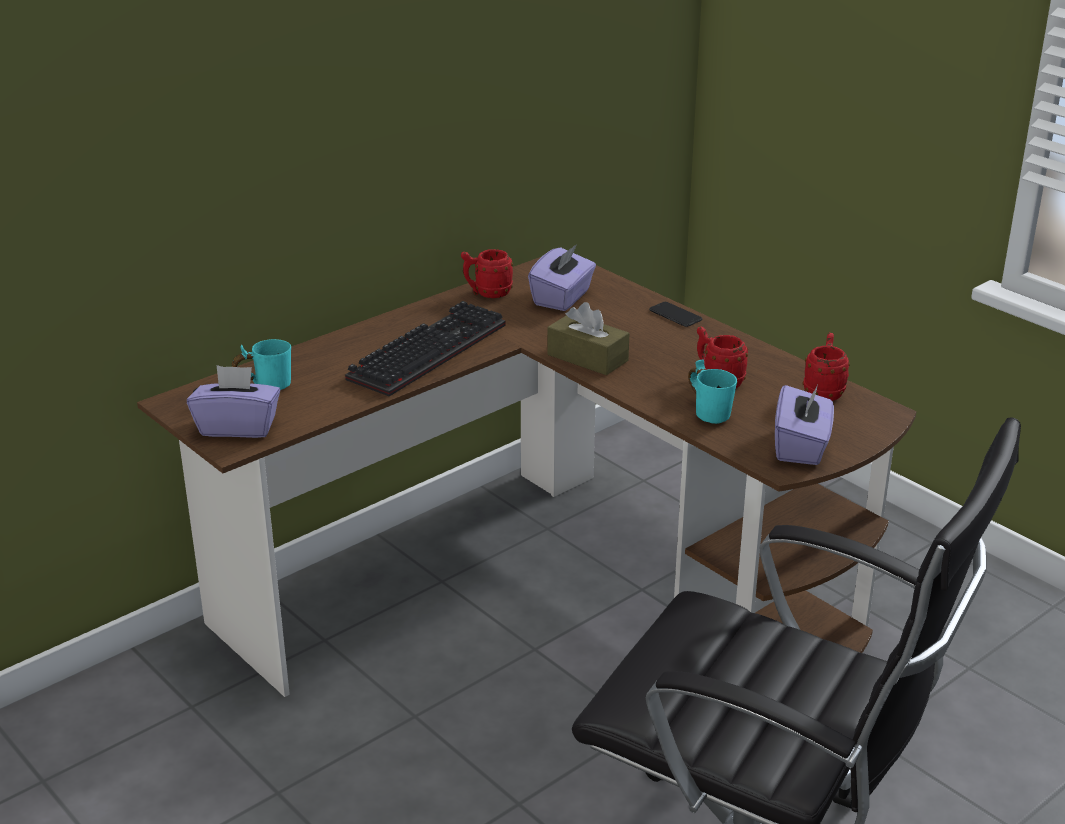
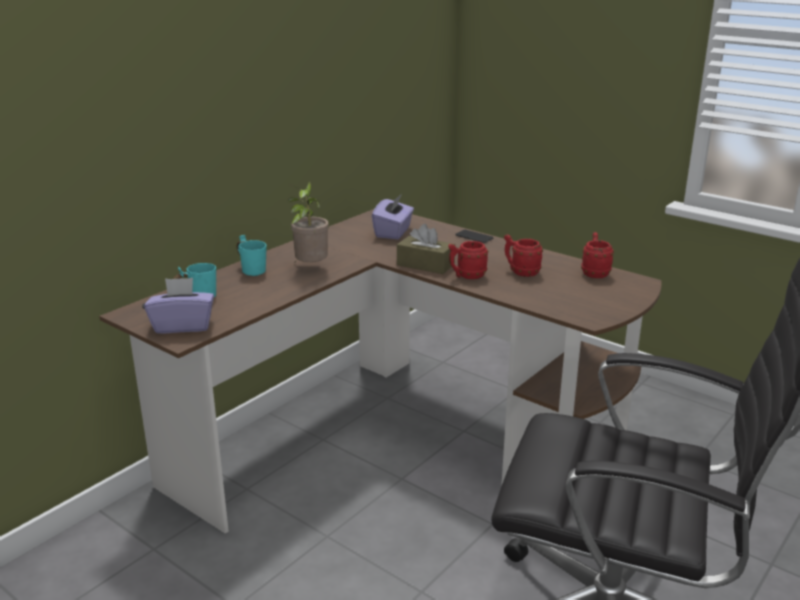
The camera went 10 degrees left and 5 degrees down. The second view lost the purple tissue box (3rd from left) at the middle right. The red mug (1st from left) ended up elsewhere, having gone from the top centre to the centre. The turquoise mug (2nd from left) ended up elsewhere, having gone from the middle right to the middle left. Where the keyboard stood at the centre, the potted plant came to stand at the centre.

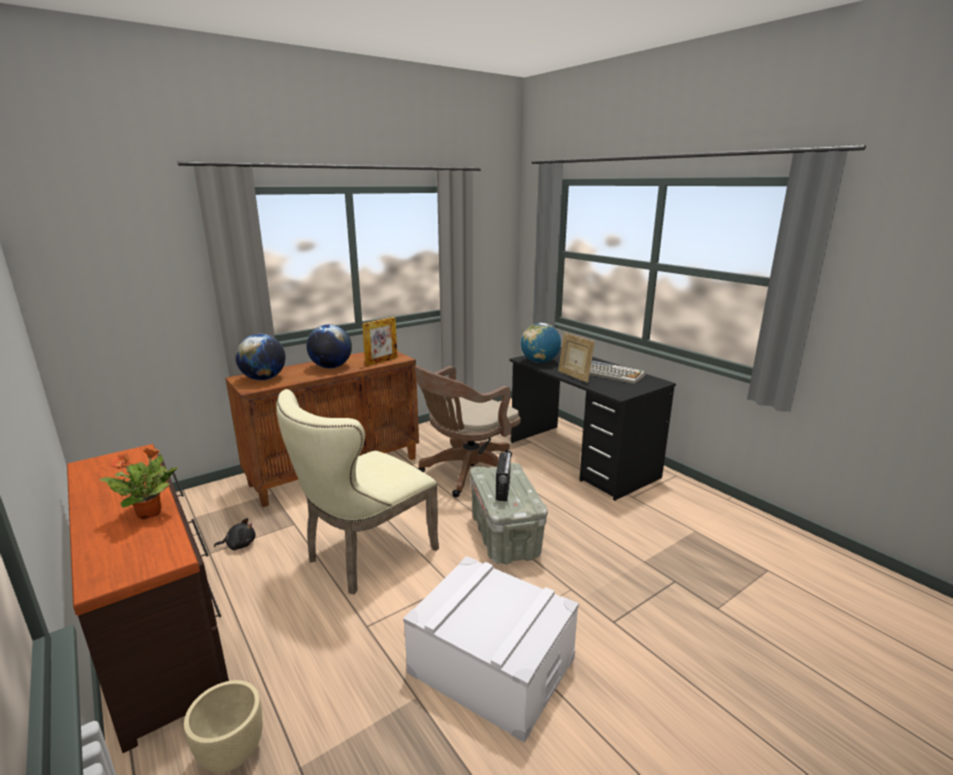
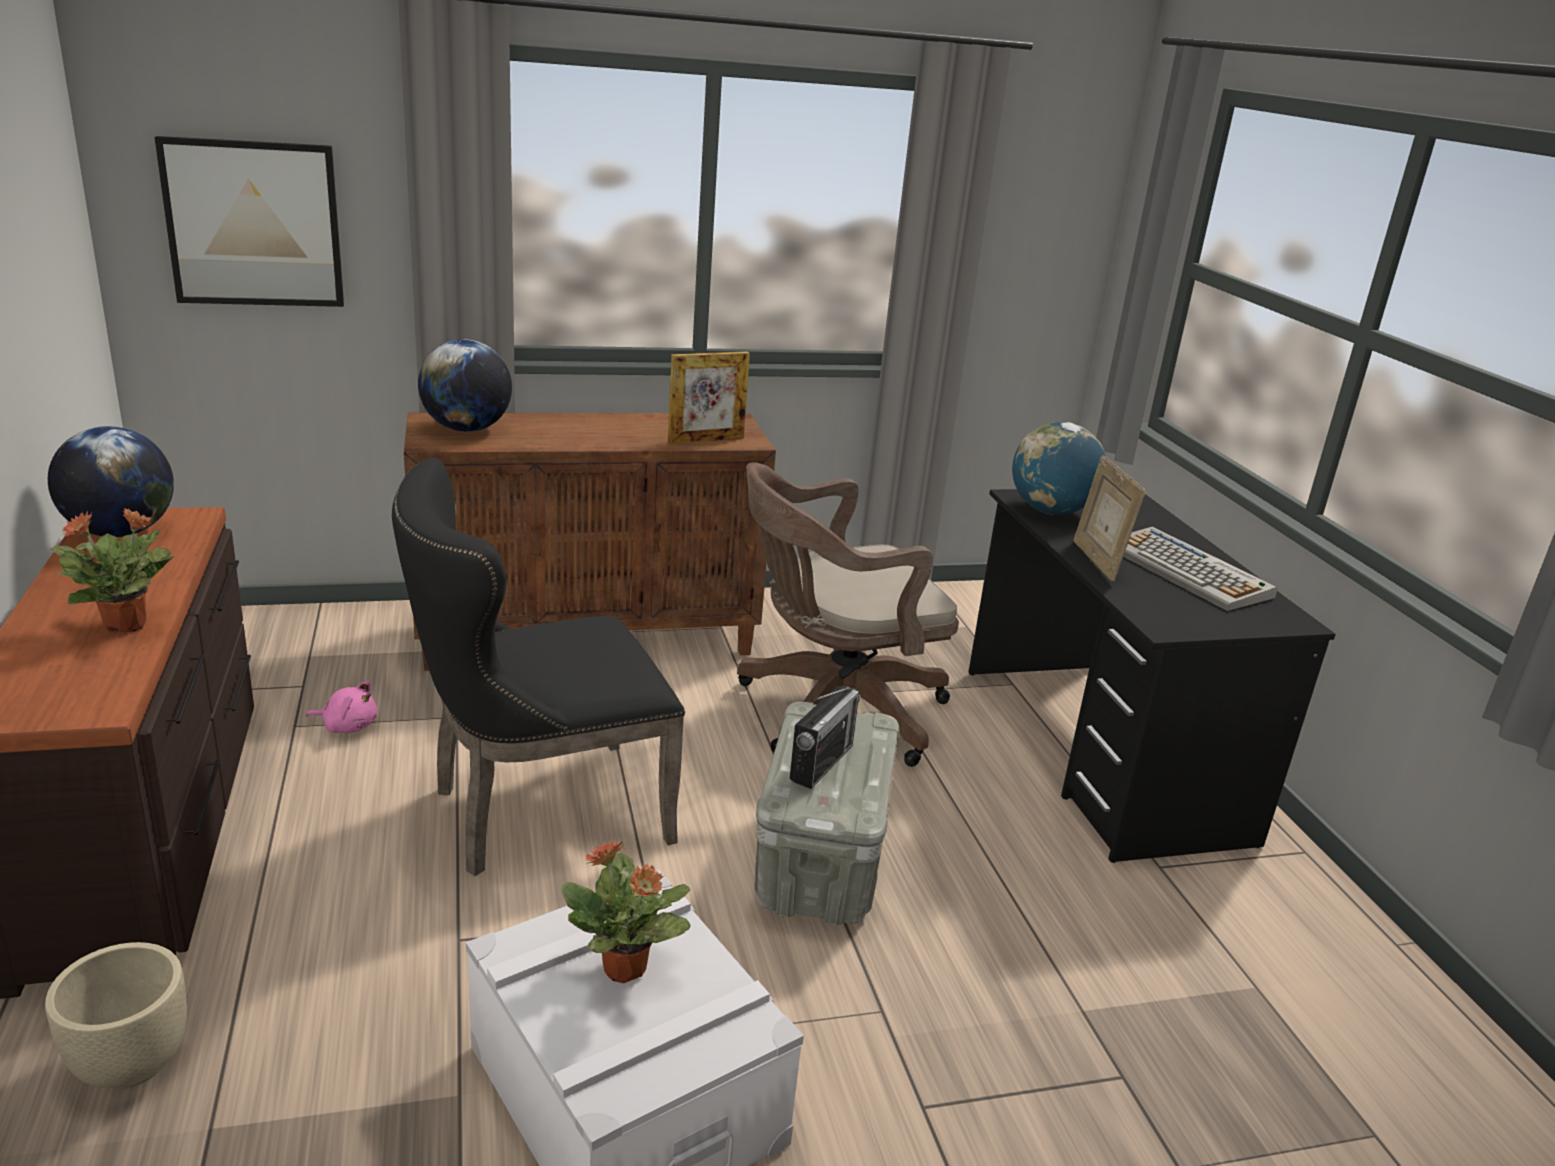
The camera went 20 degrees right and 5 degrees up. The second view gained the picture at the top left. The second view gained the potted plant (2nd from left) at the bottom centre. The globe (2nd from left in the first image) ended up elsewhere, having gone from the centre to the middle left. What was the black plush toy at the bottom left turned into the pink plush toy at the middle left. What was the beige chair at the centre turned into the black chair at the centre.

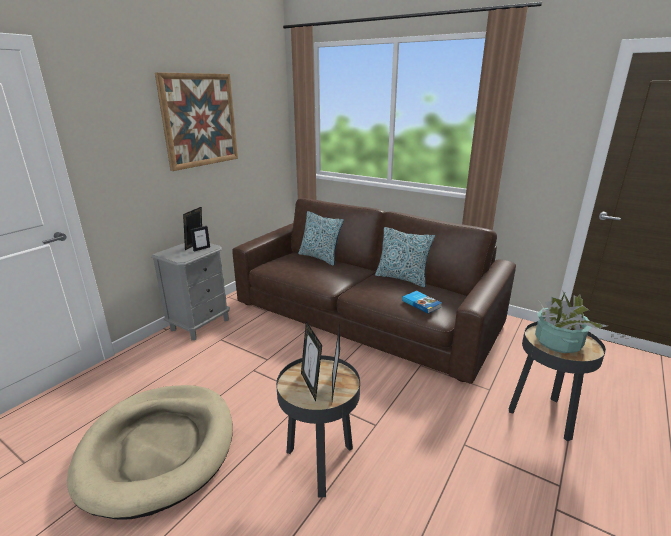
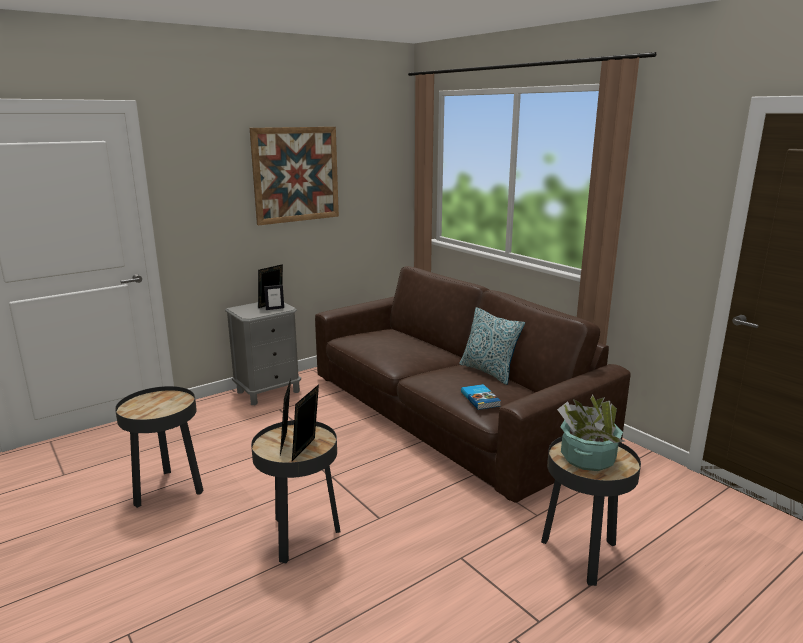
The camera went 20 degrees right and 5 degrees down. The second view lost the pillow (1st from left) at the centre. Where the beige dog bed stood at the bottom left, the black side table (1st from left) came to stand at the bottom left.

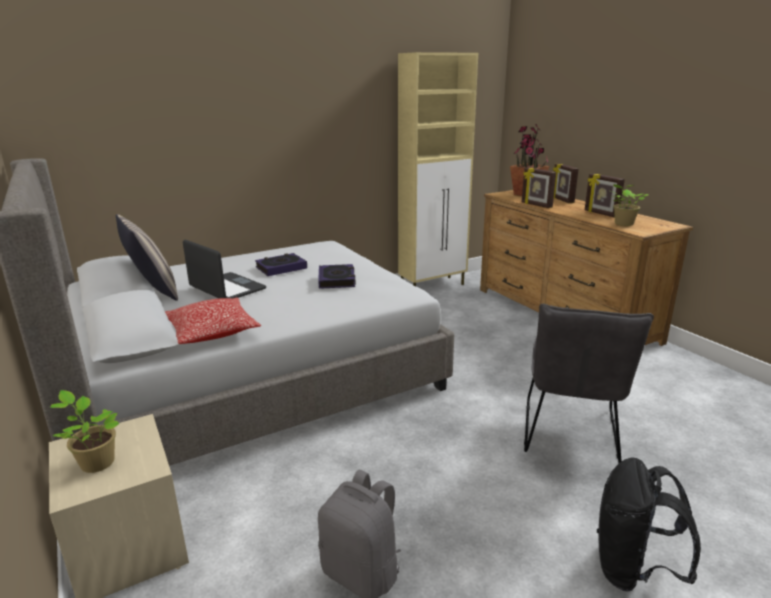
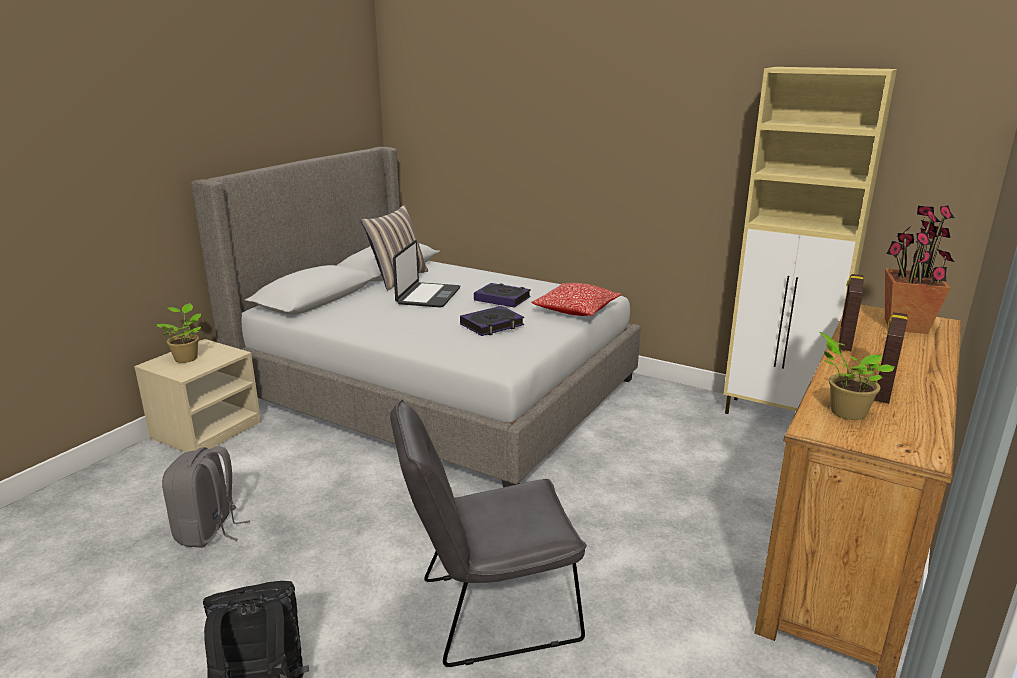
The camera went 60 degrees right and 0 degrees up. The second view lost the picture frame (2nd from left) at the top right. The pillow (2nd from left) ended up elsewhere, having gone from the middle left to the centre.

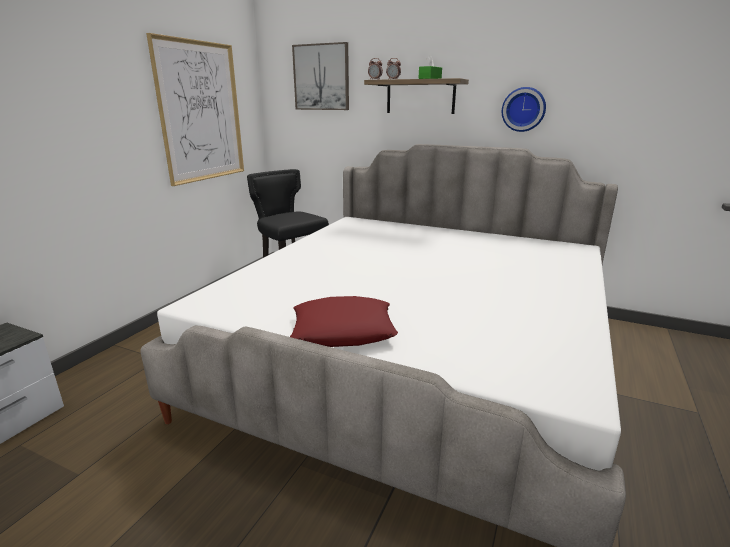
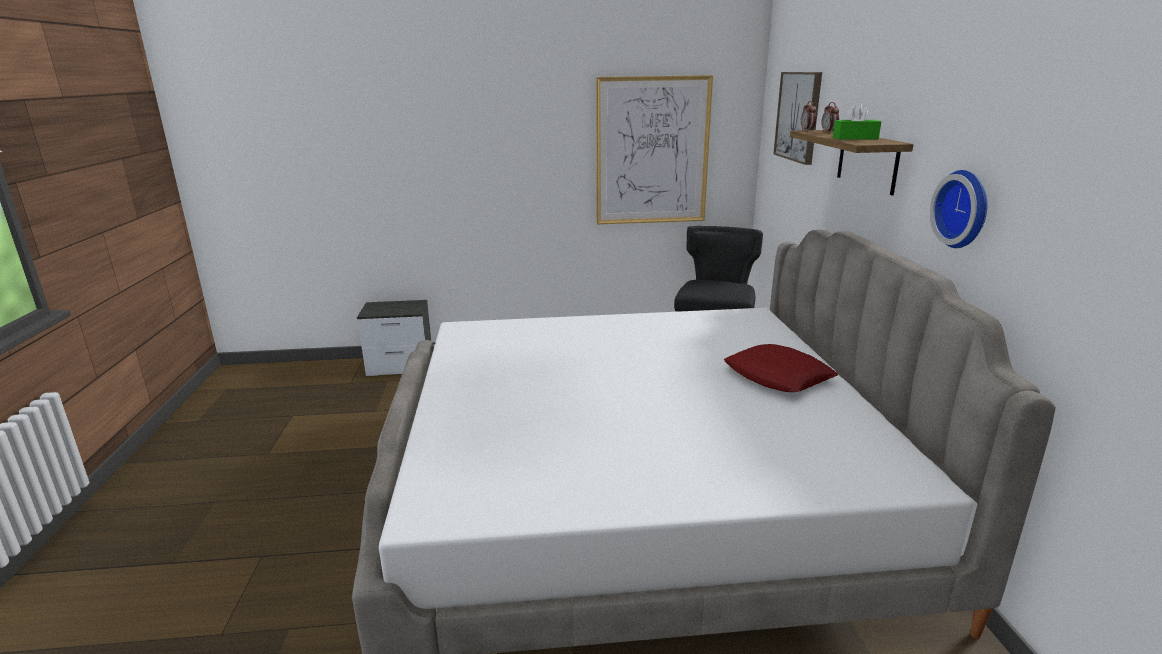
The camera went 60 degrees right and 0 degrees up. The red pillow ended up elsewhere, having gone from the centre to the middle right.

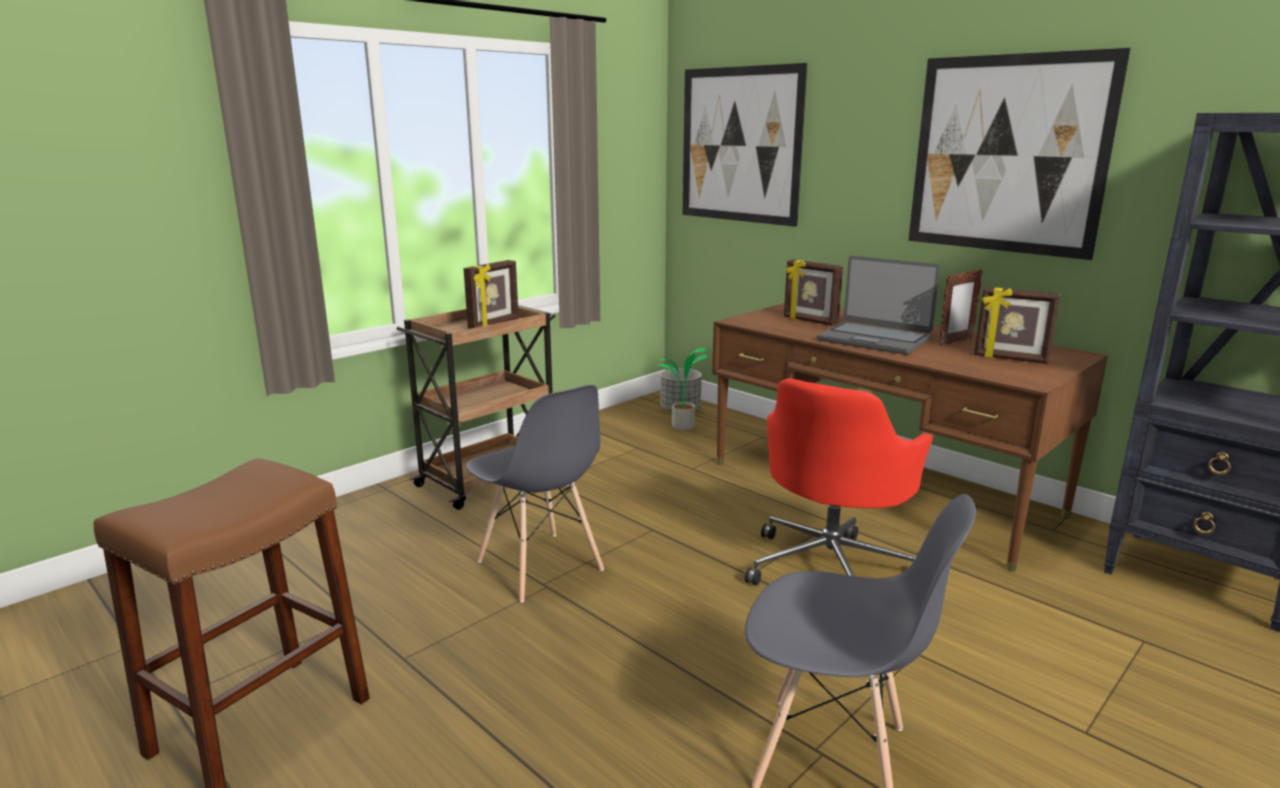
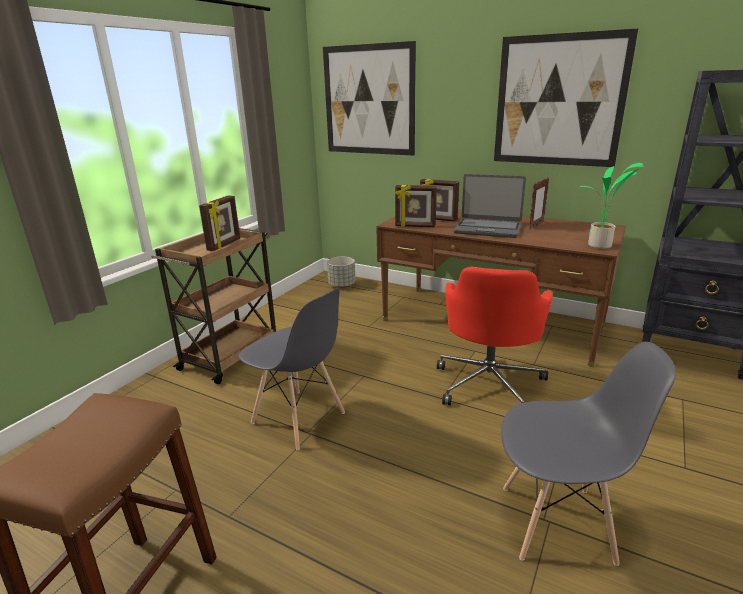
The camera went 15 degrees left and 5 degrees up. The potted plant ended up elsewhere, having gone from the centre to the middle right. The picture frame (4th from left in the first image) ended up elsewhere, having gone from the middle right to the centre.

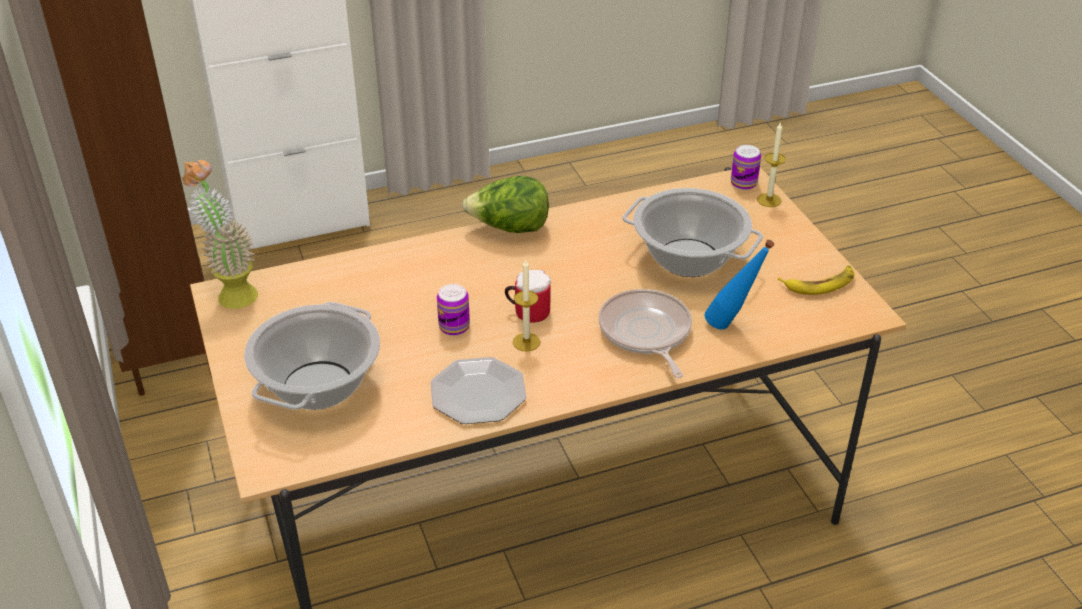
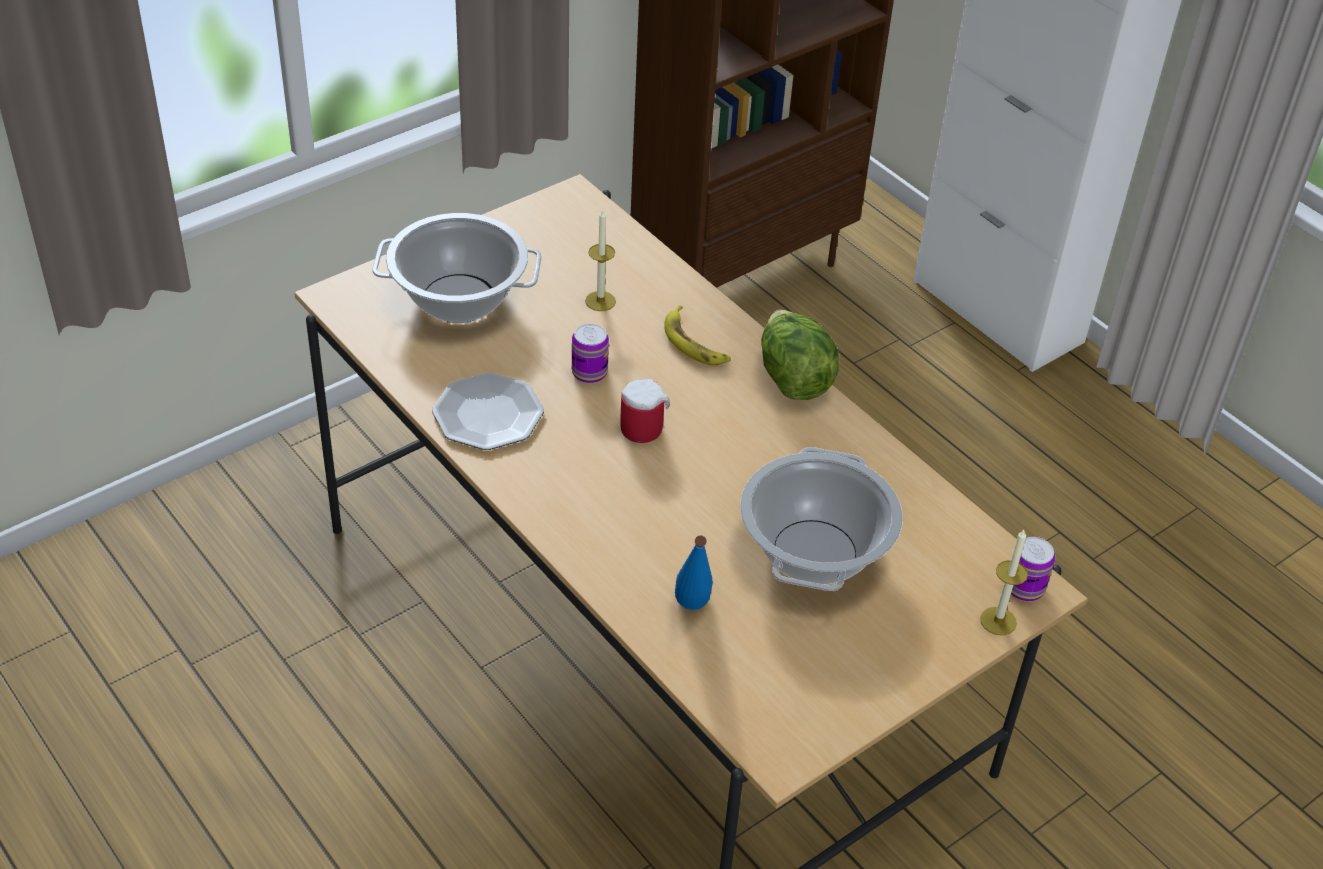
The camera went 70 degrees right and 5 degrees up. The second view lost the potted plant at the middle left. The second view lost the frying pan at the centre. The candle (1st from left) ended up elsewhere, having gone from the centre to the top centre. The banana ended up elsewhere, having gone from the middle right to the centre.

